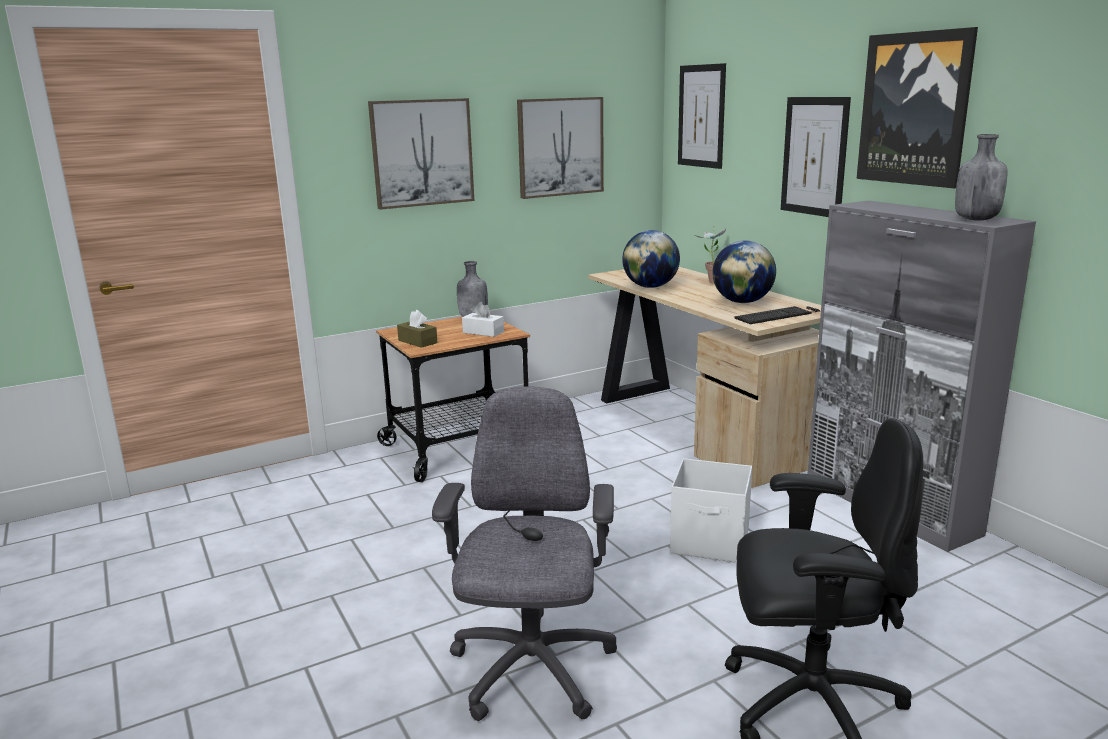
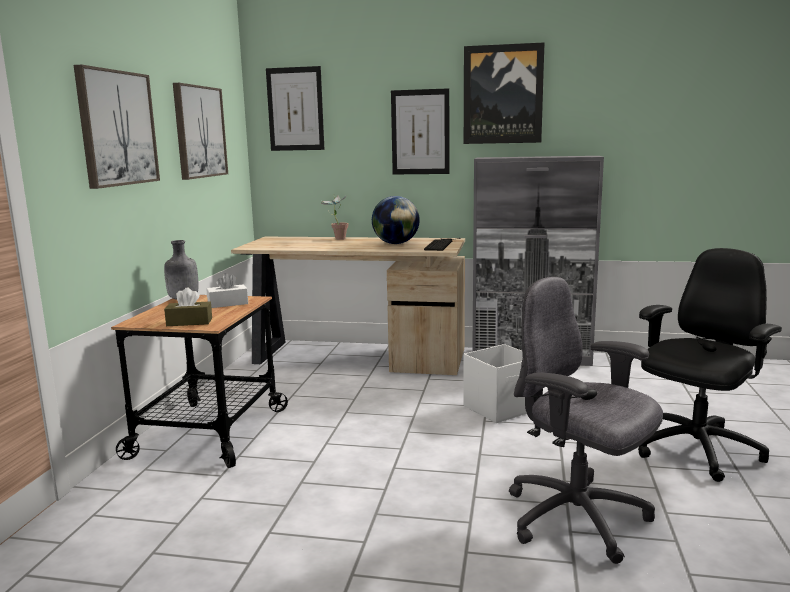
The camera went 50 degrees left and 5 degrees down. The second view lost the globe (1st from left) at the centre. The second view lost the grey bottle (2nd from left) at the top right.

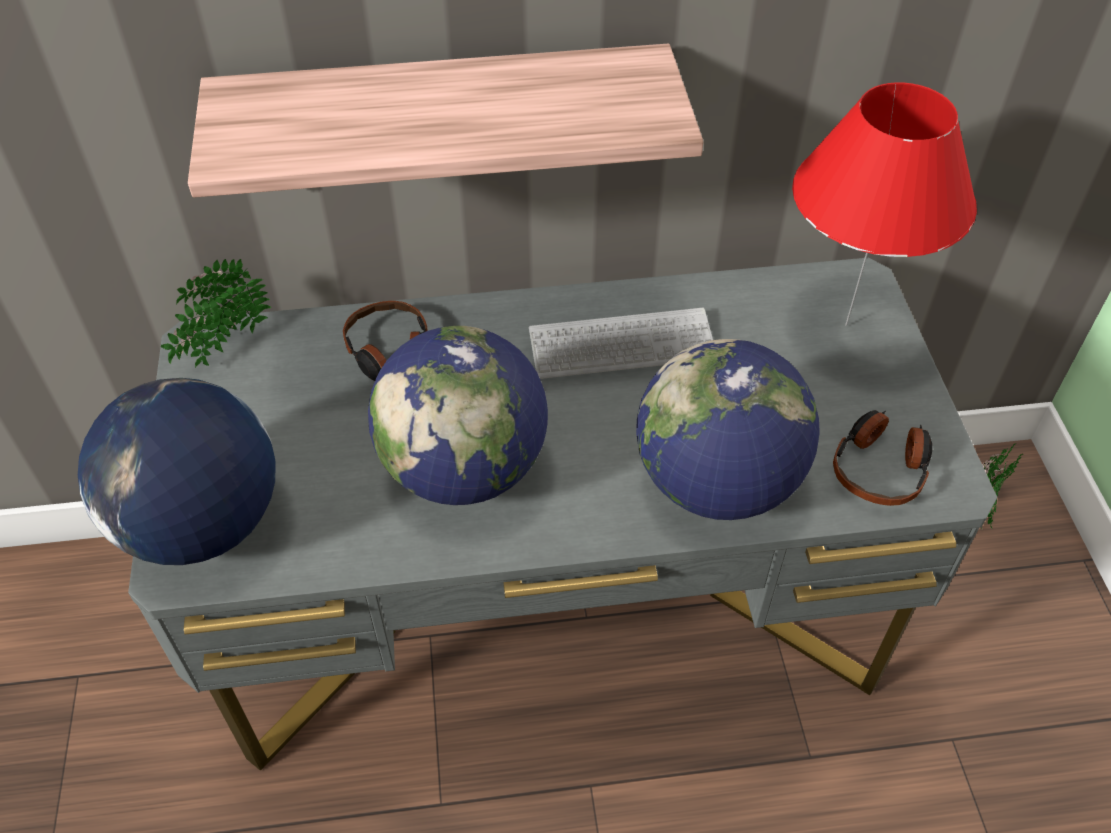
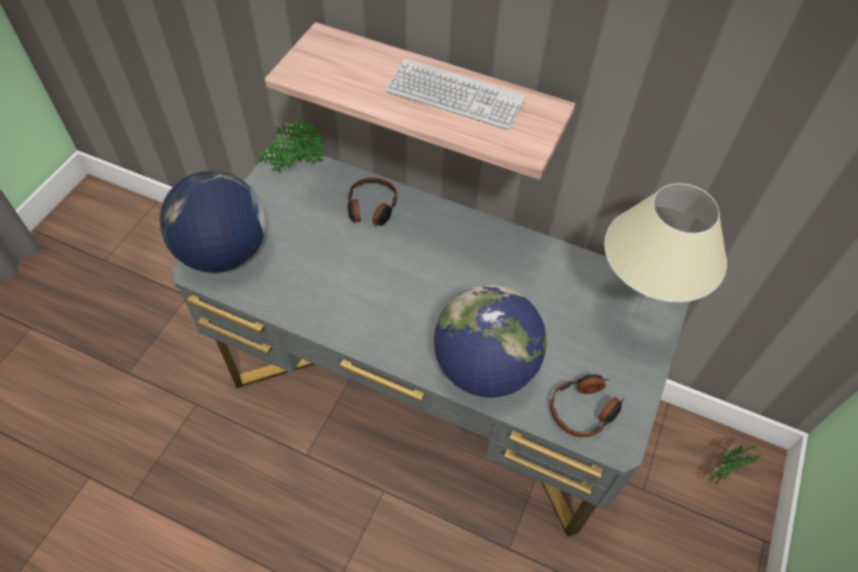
The camera went 30 degrees right and 5 degrees up. The second view lost the globe (2nd from left) at the centre. The keyboard ended up elsewhere, having gone from the centre to the top centre. What was the red table lamp at the top right turned into the beige table lamp at the middle right.

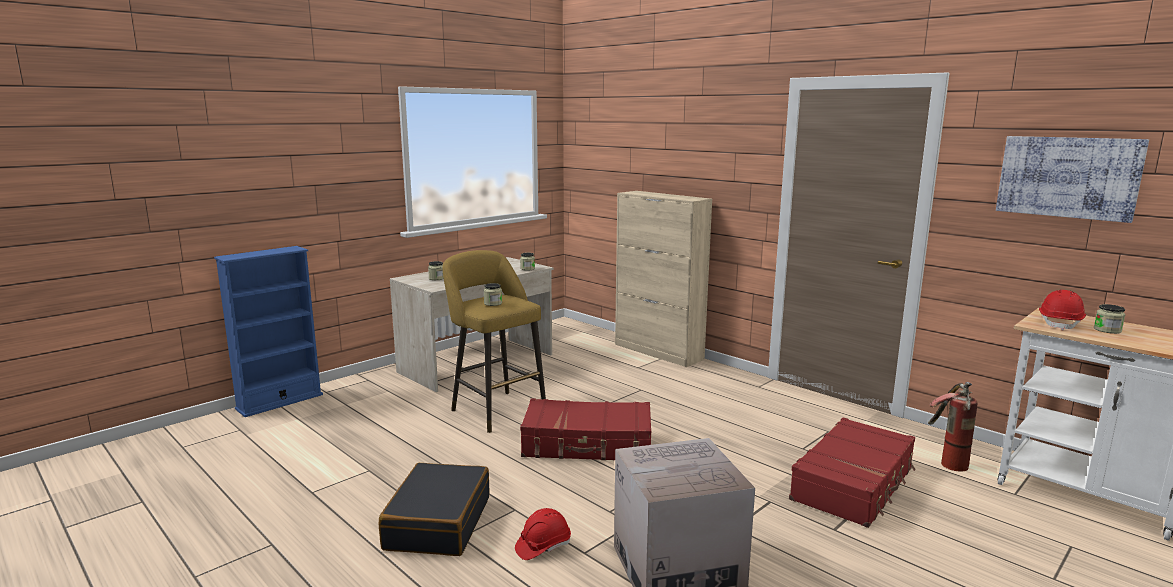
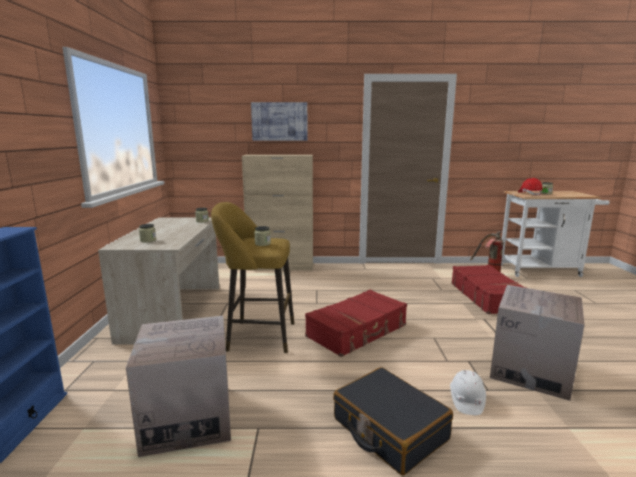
The camera went 45 degrees left and 0 degrees up. The second view gained the cardboard box (1st from left) at the bottom left. The picture ended up elsewhere, having gone from the top right to the top centre. What was the red hard hat (1st from left) at the bottom centre turned into the white hard hat at the bottom right.

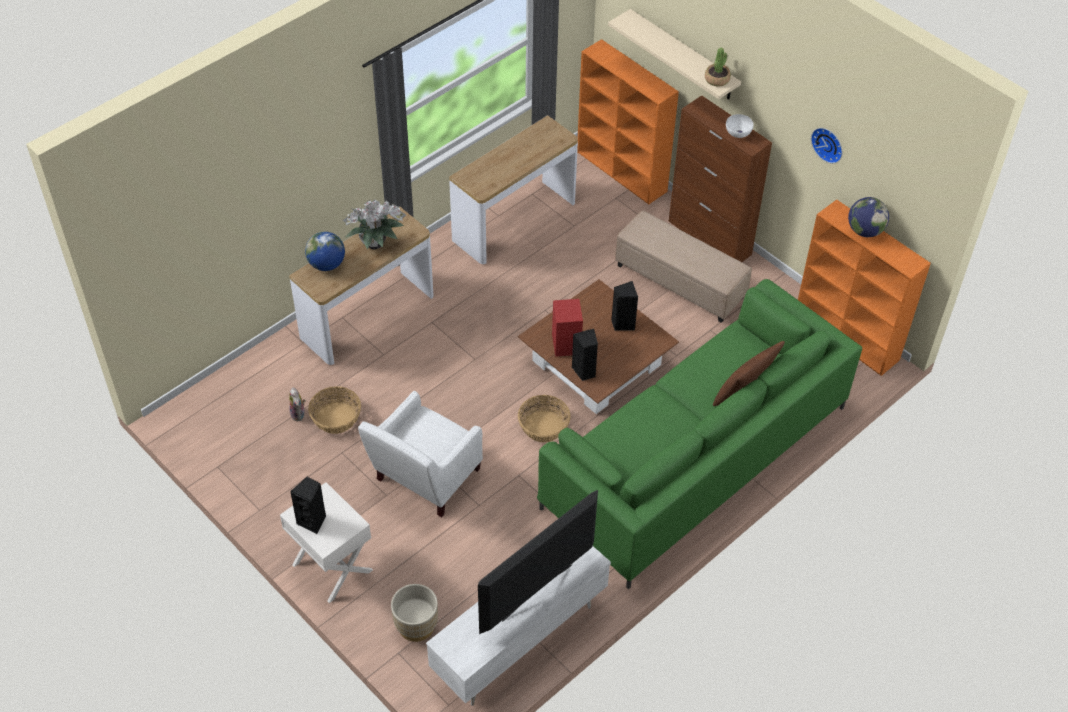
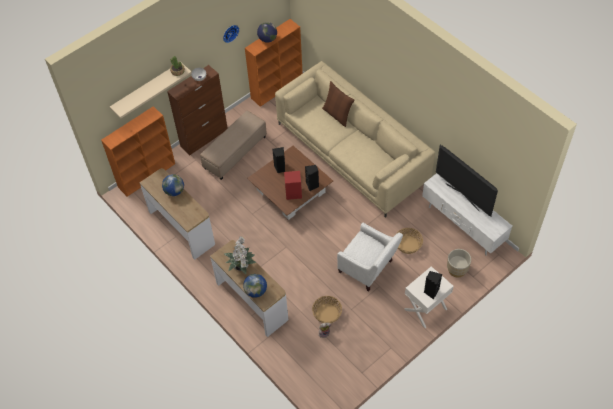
The camera went 85 degrees left and 5 degrees up. The second view gained the globe (1st from left) at the middle left. The basket (2nd from left) ended up elsewhere, having gone from the centre to the middle right. What was the green sofa at the centre turned into the beige sofa at the centre.

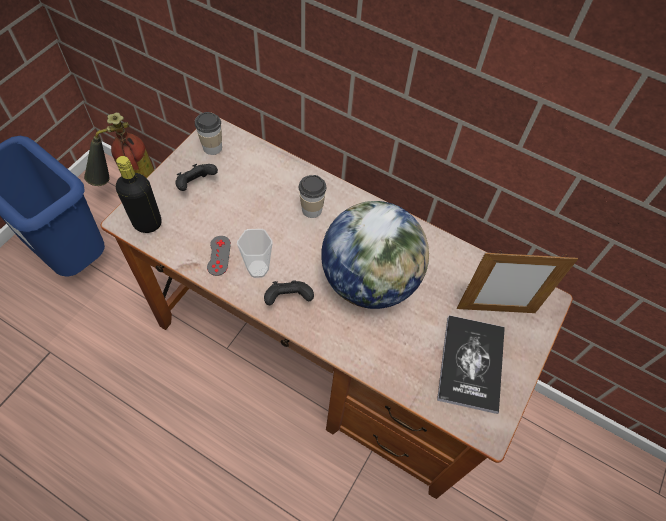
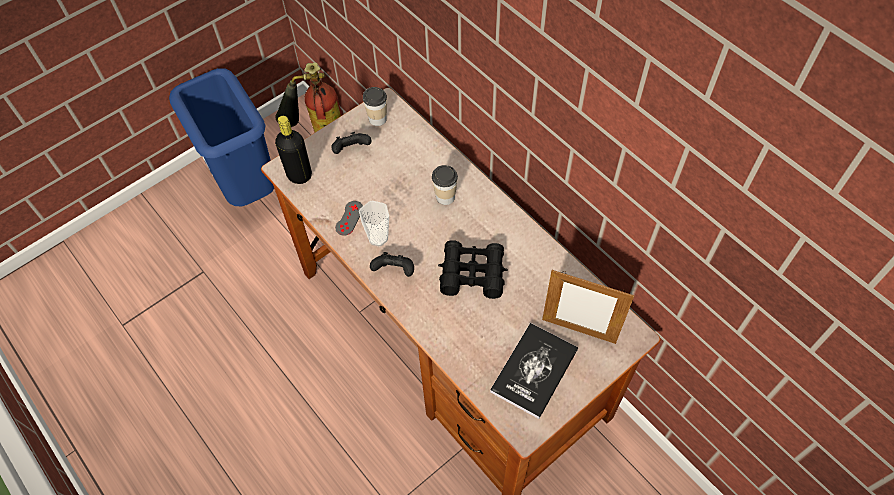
The camera went 25 degrees right and 0 degrees up. Where the globe stood at the centre, the black binoculars came to stand at the centre.

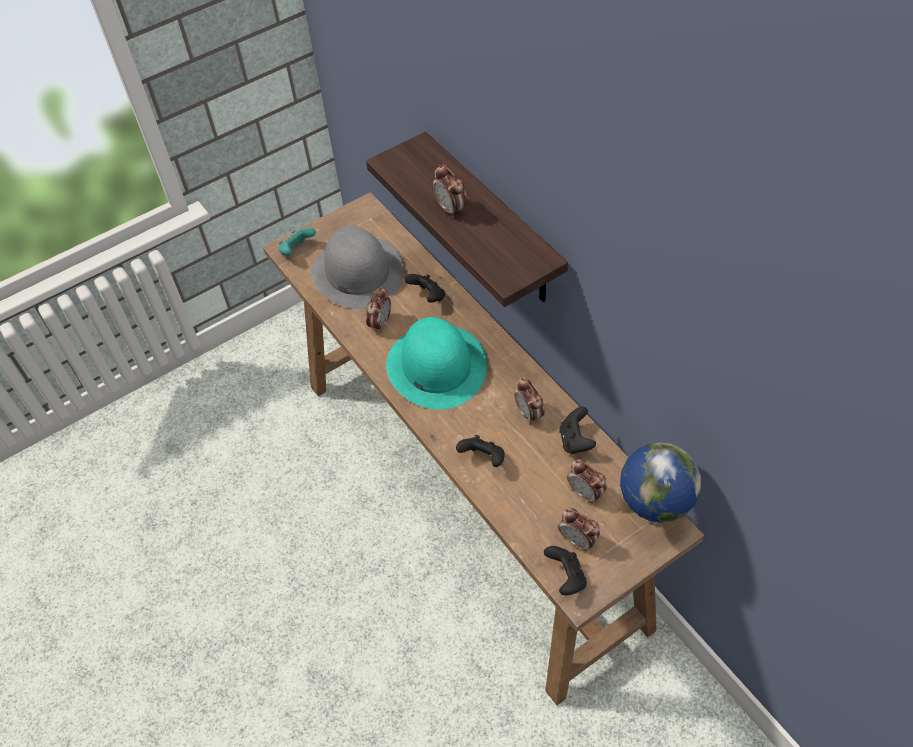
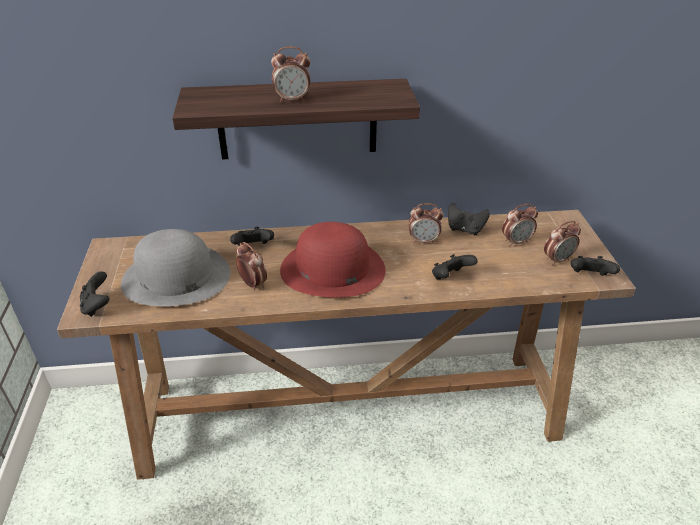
The camera went 65 degrees left and 15 degrees down. The second view lost the globe at the middle right. What was the turquoise game controller at the top left turned into the black game controller (1st from left) at the middle left. What was the turquoise hat at the centre turned into the red hat at the centre.

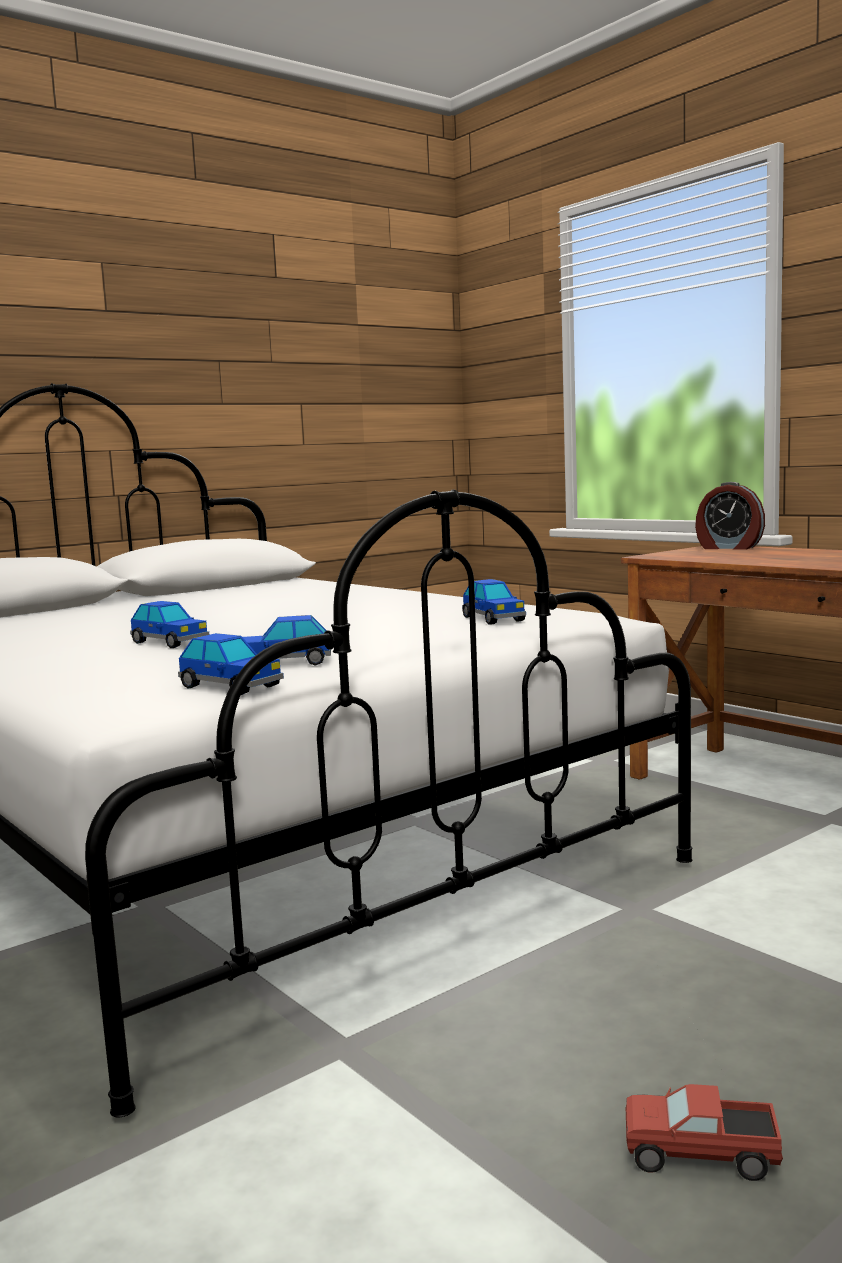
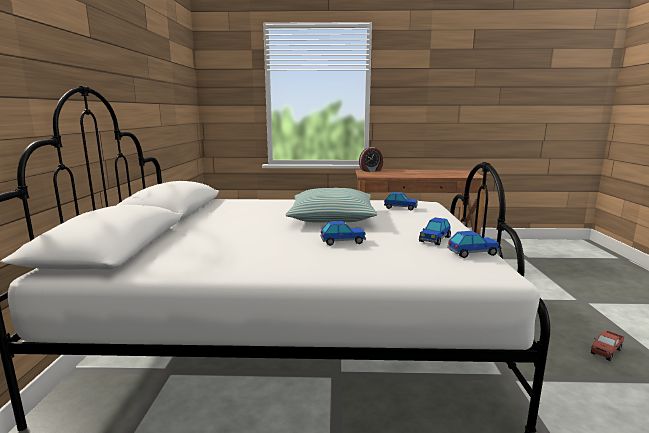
The camera went 50 degrees left and 5 degrees up. The second view gained the pillow at the centre.

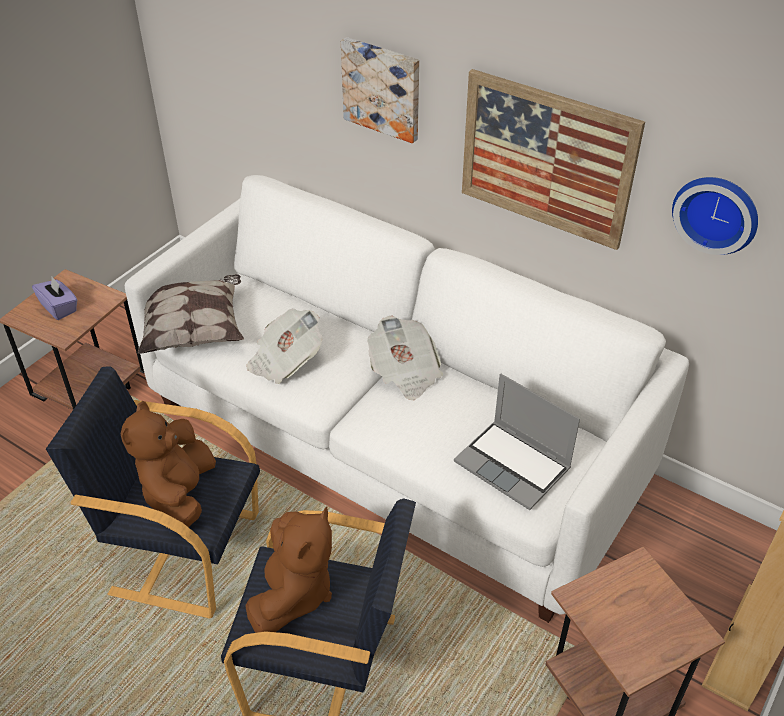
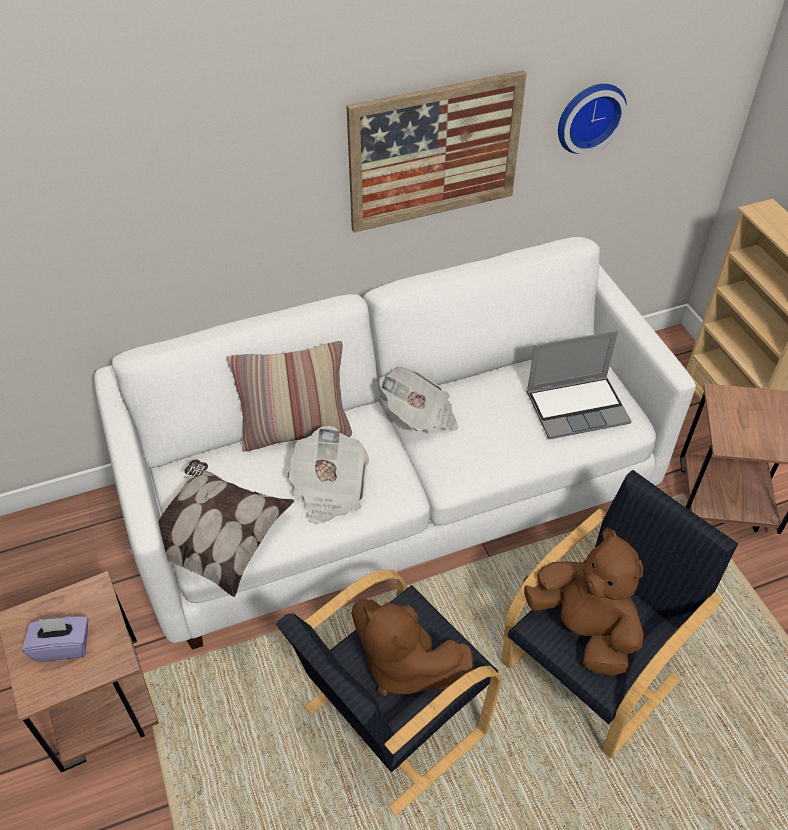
The camera went 55 degrees left and 5 degrees up. The second view lost the picture (1st from left) at the top centre. The second view gained the pillow (2nd from left) at the centre.

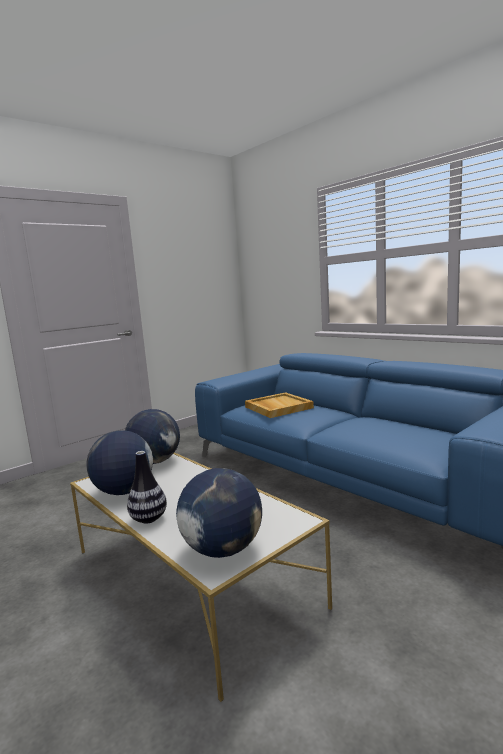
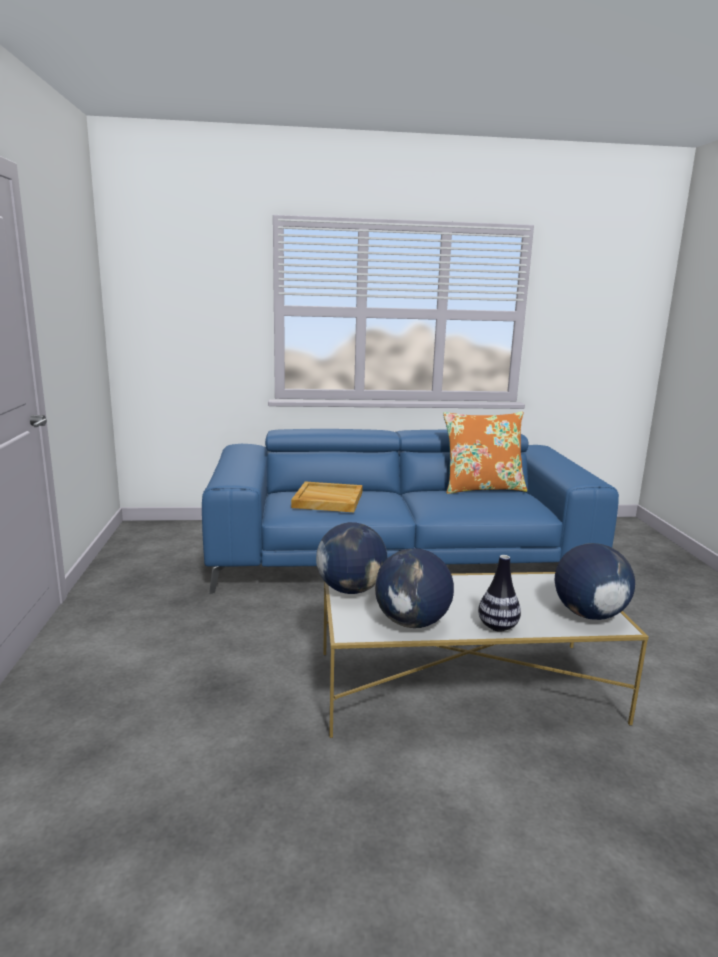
The camera went 55 degrees left and 5 degrees up. The second view gained the orange pillow at the middle right.

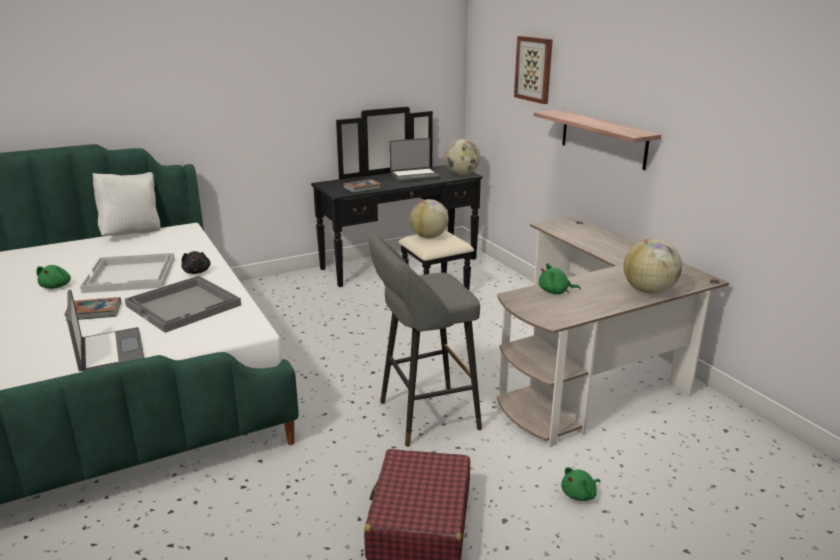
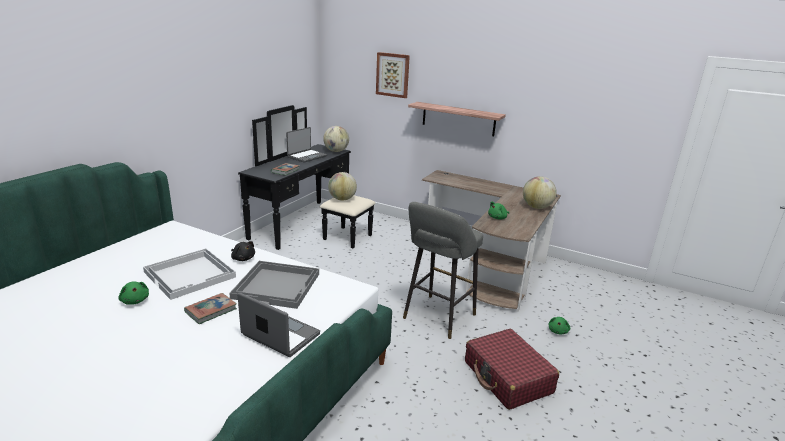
The camera went 35 degrees left and 0 degrees up. The second view lost the white pillow at the middle left.

